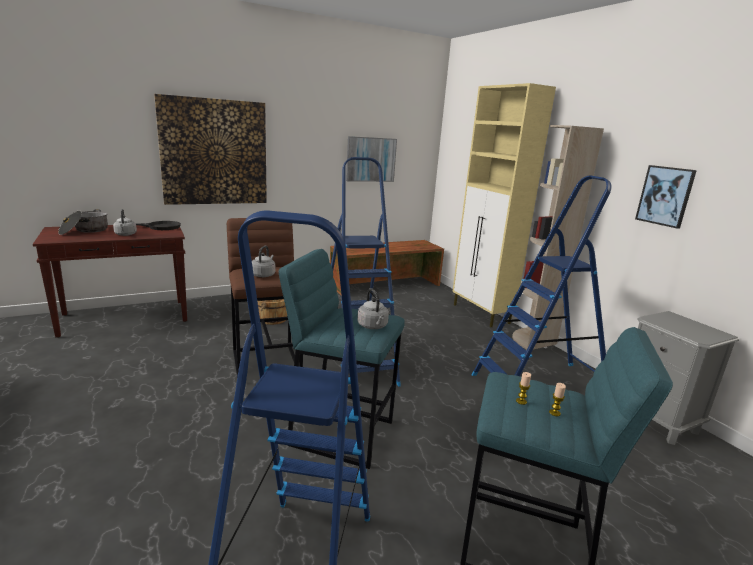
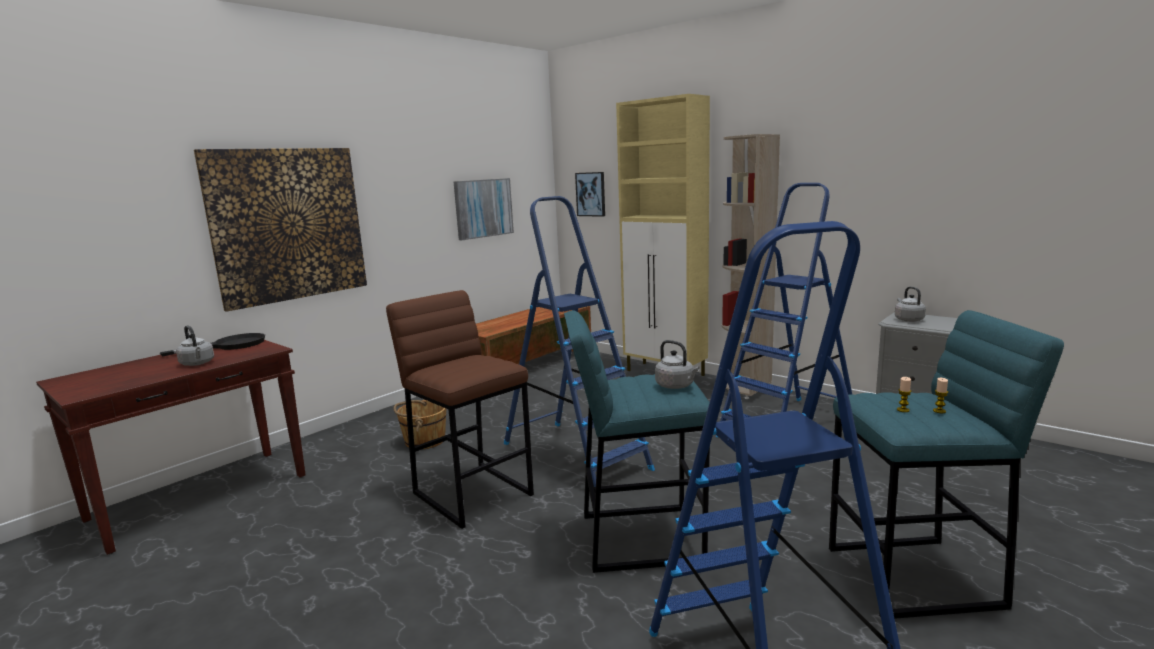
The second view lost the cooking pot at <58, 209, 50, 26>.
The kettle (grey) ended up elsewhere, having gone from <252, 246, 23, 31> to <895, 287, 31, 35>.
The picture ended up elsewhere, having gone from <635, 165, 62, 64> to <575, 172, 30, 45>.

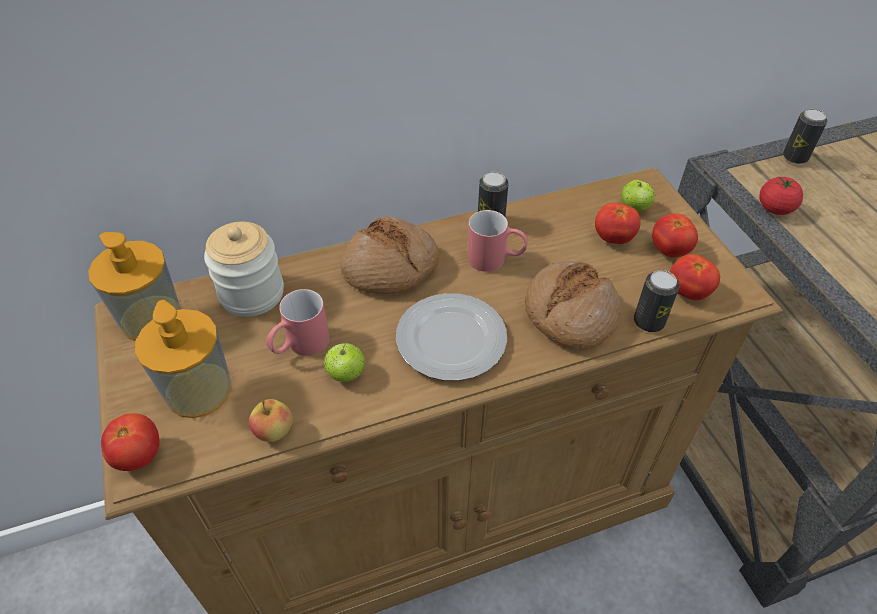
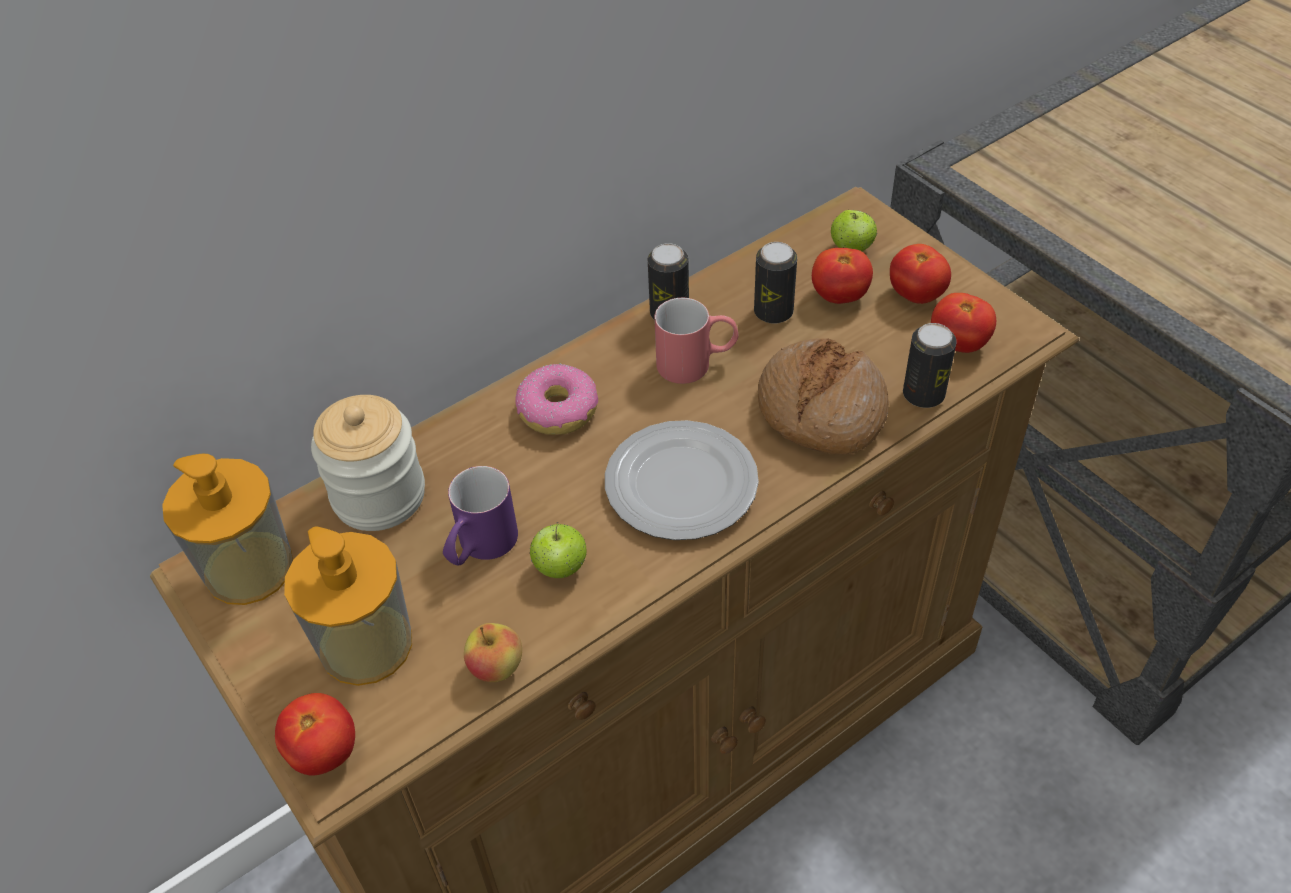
What was the mug (red) at <266, 289, 64, 67> turned into the mug (purple) at <443, 466, 75, 99>.
Where the bread stood at <340, 217, 99, 77>, the donut came to stand at <515, 364, 83, 71>.
The second view lost the tomato at <759, 176, 44, 39>.
The can ended up elsewhere, having gone from <783, 109, 45, 55> to <754, 242, 43, 82>.

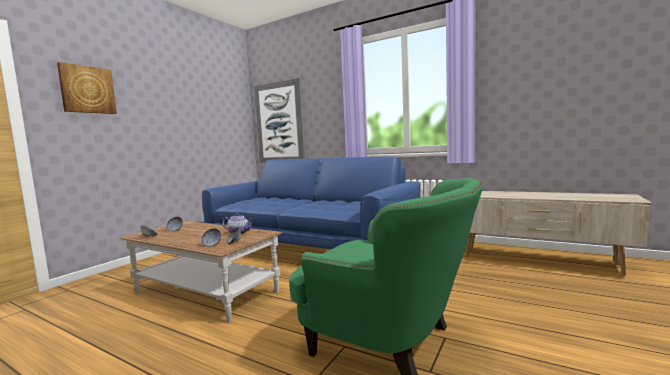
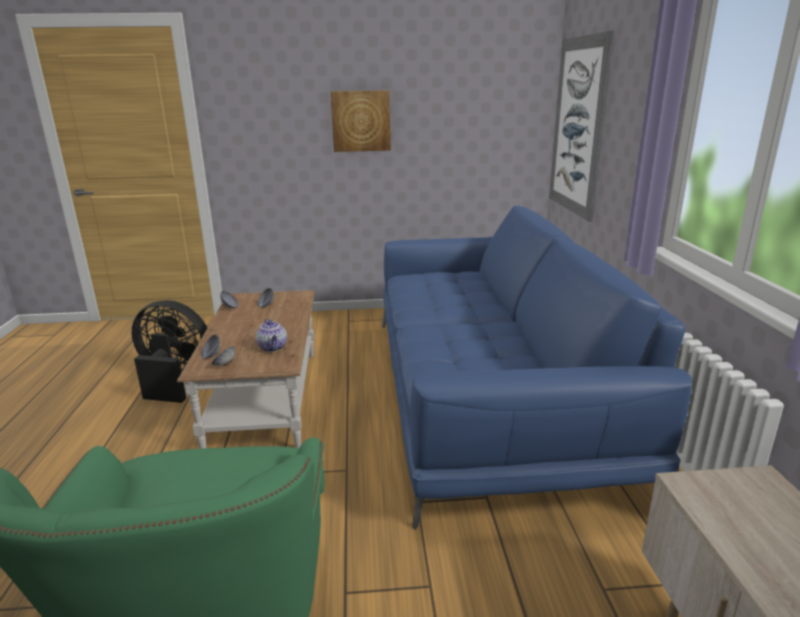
The picture ended up elsewhere, having gone from <57, 62, 60, 52> to <331, 90, 60, 62>.
The second view gained the fan (black) at <132, 300, 75, 103>.

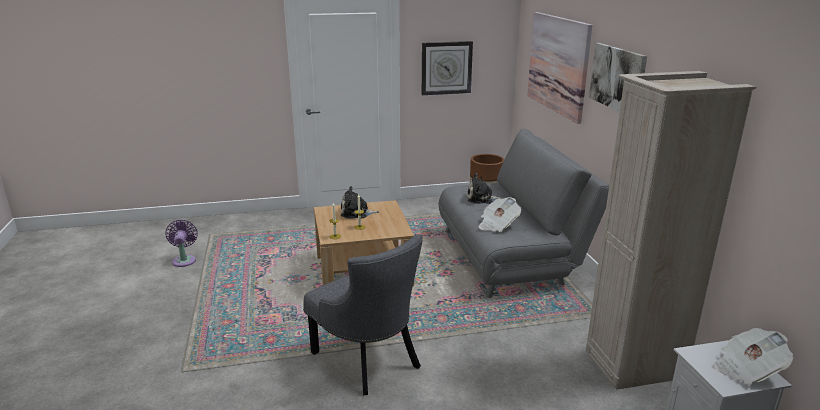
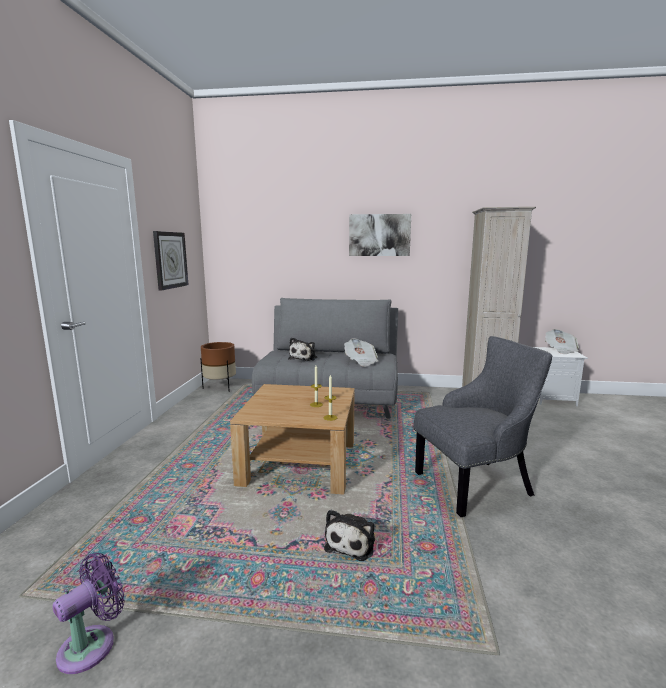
The fan (purple) at <165, 220, 33, 47> ended up facing another way, 120 degrees clockwise from before.
The plush toy ended up elsewhere, having gone from <341, 186, 38, 33> to <324, 510, 51, 51>.
The second view lost the picture at <527, 12, 66, 112>.

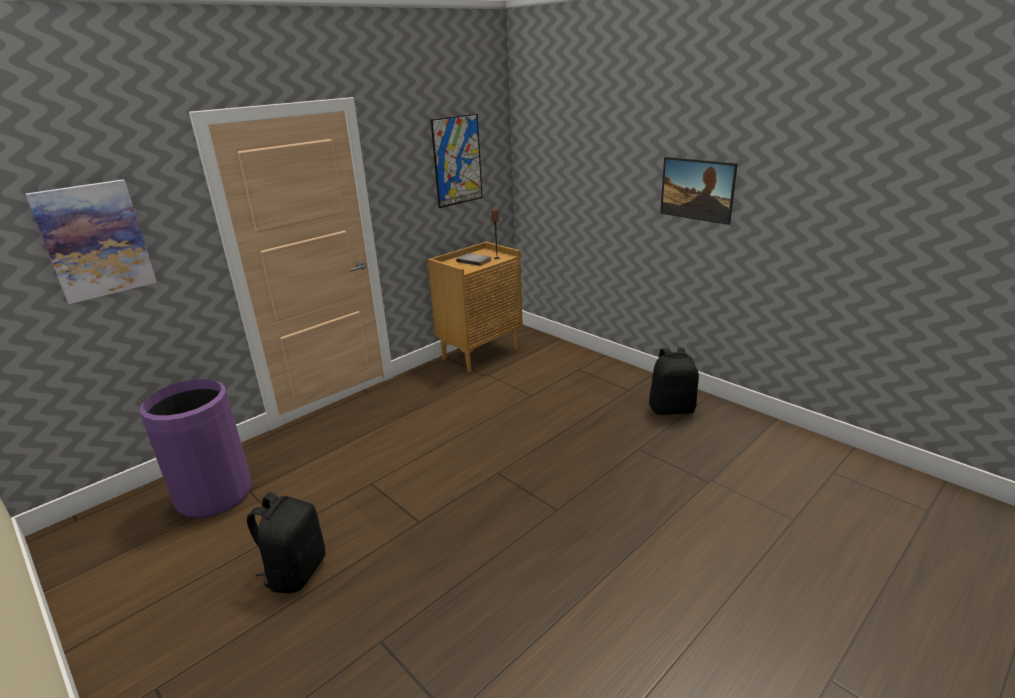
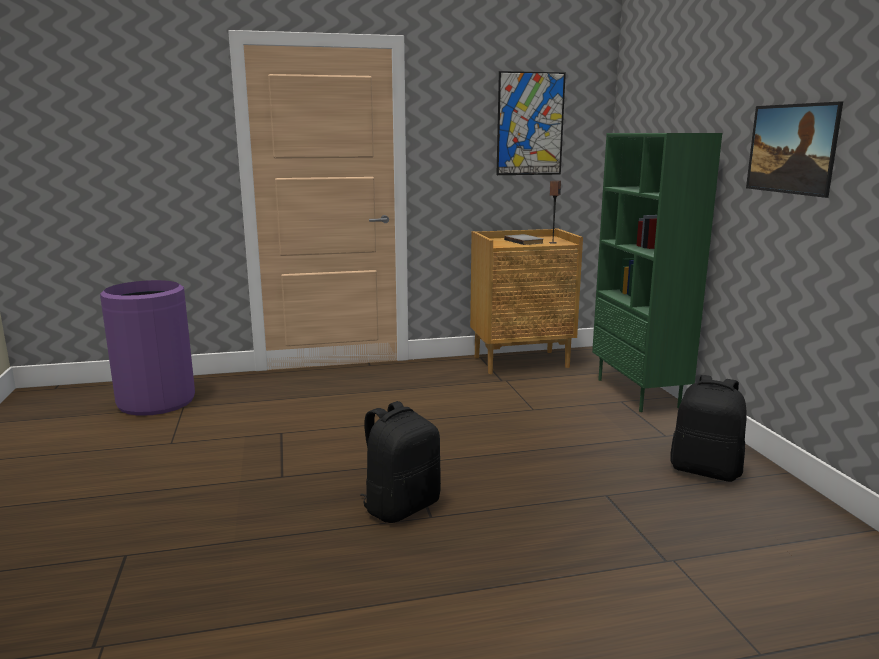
The second view lost the picture at <26, 179, 131, 125>.
The backpack (black) ended up elsewhere, having gone from <247, 492, 78, 101> to <360, 401, 81, 122>.
The second view gained the bookcase (green) at <592, 133, 130, 279>.

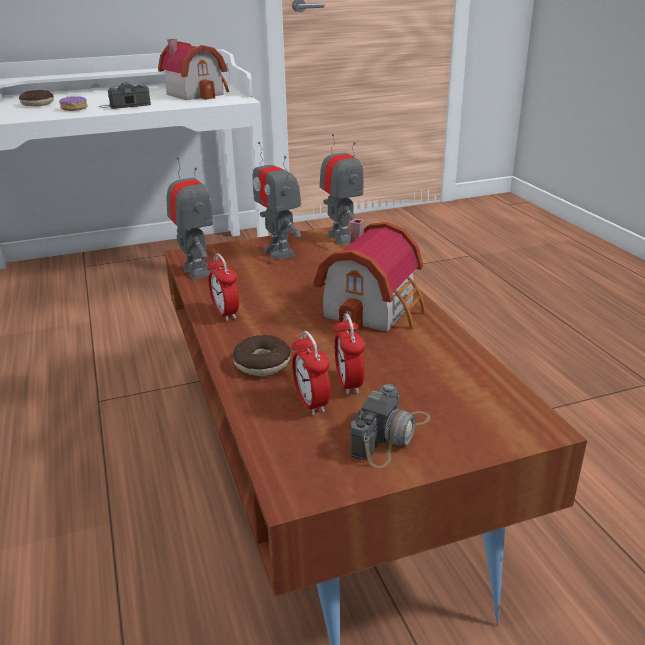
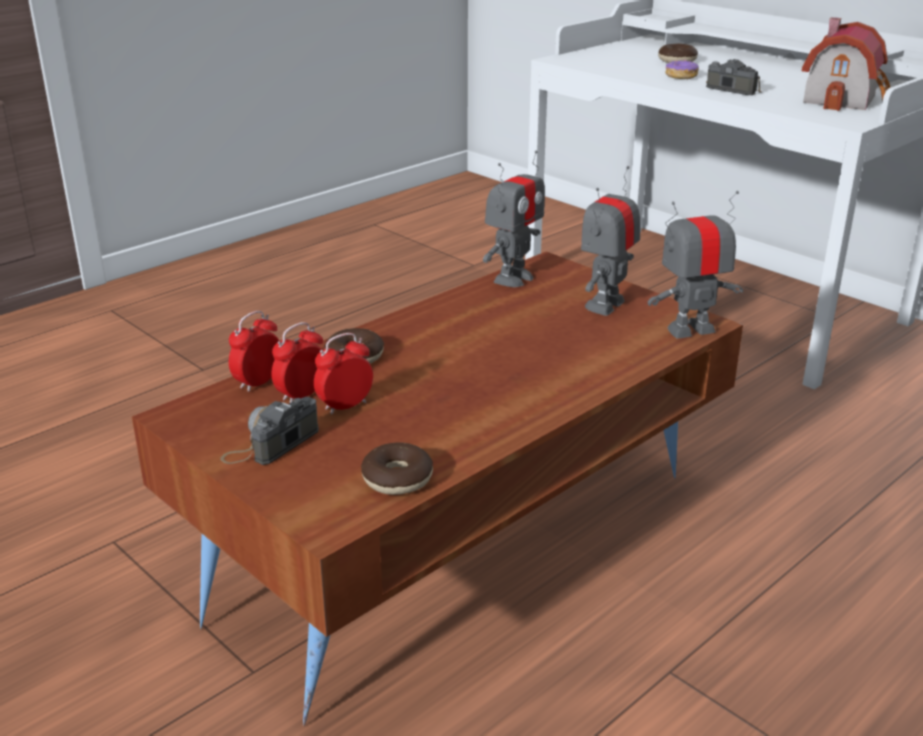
The alarm clock ended up elsewhere, having gone from <207, 253, 32, 68> to <229, 311, 50, 81>.
The second view lost the toy house at <313, 219, 114, 114>.
The toy robot at <320, 134, 44, 111> ended up facing another way, 150 degrees counterclockwise from before.
The photo camera at <350, 384, 80, 84> ended up facing another way, 120 degrees clockwise from before.
The second view gained the donut at <361, 442, 72, 53>.

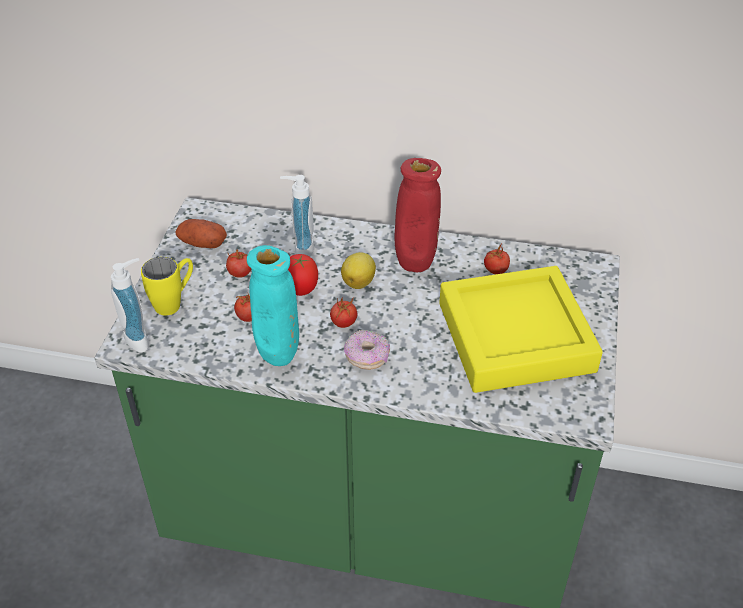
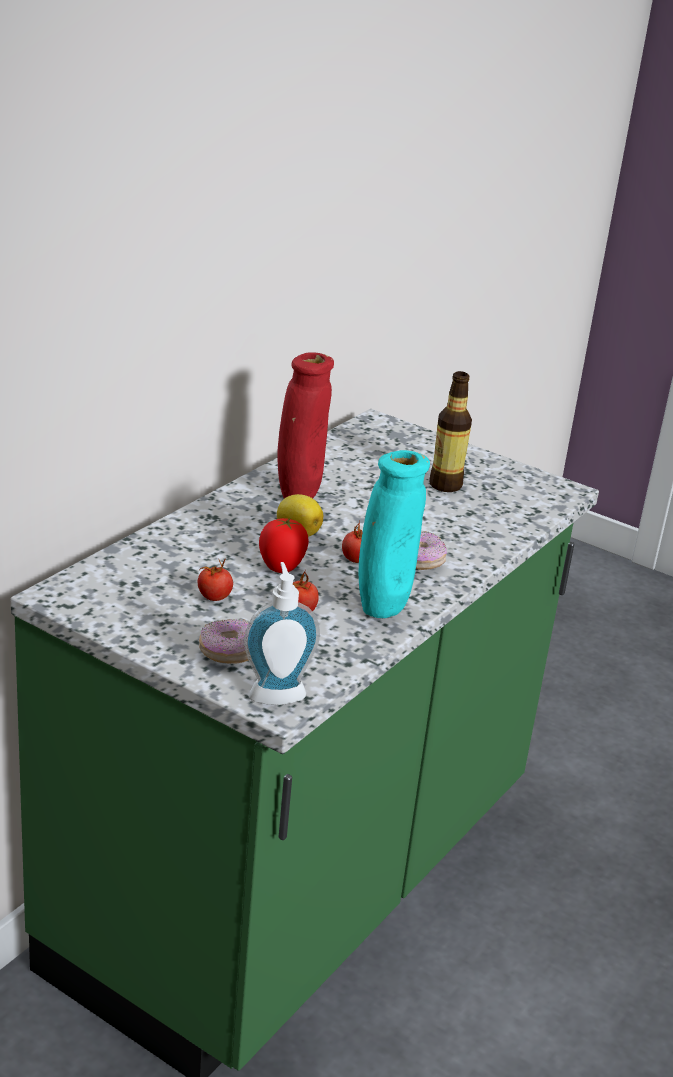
Where the mug (yellow) stood at <141, 257, 52, 59>, the donut came to stand at <199, 619, 50, 45>.
The second view lost the potato at <175, 219, 52, 29>.
The second view lost the soap dispenser at <280, 175, 34, 82>.
Where the tray (yellow) stood at <439, 266, 164, 127>, the bottle came to stand at <429, 371, 43, 121>.
The second view lost the tomato at <484, 243, 26, 31>.

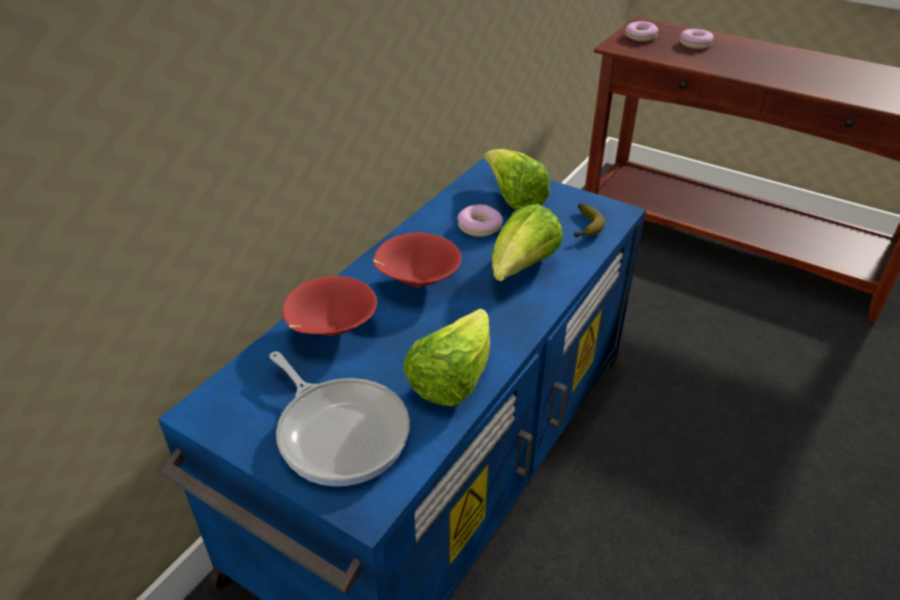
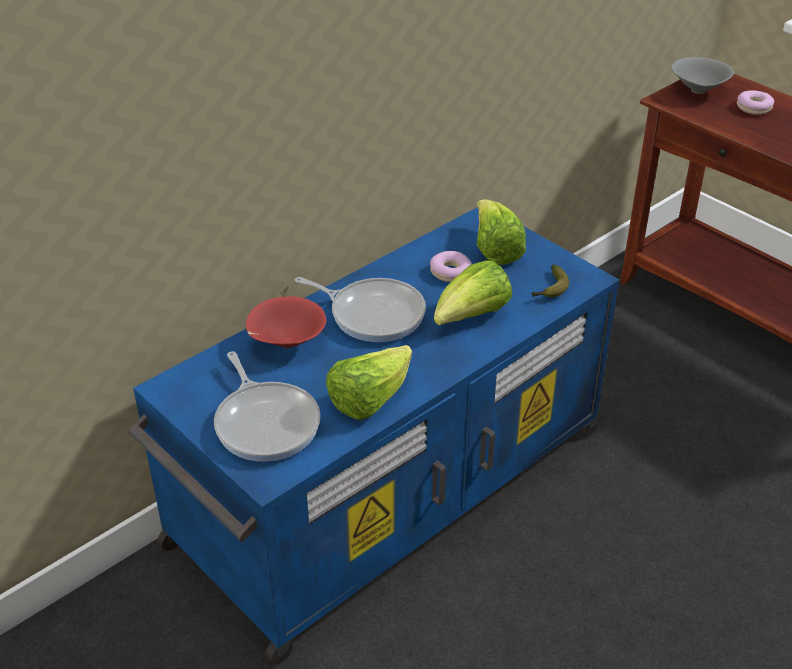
Where the bowl (red) stood at <373, 233, 88, 55>, the frying pan came to stand at <295, 277, 131, 65>.
Where the donut stood at <625, 21, 33, 21>, the bowl (grey) came to stand at <671, 57, 63, 37>.

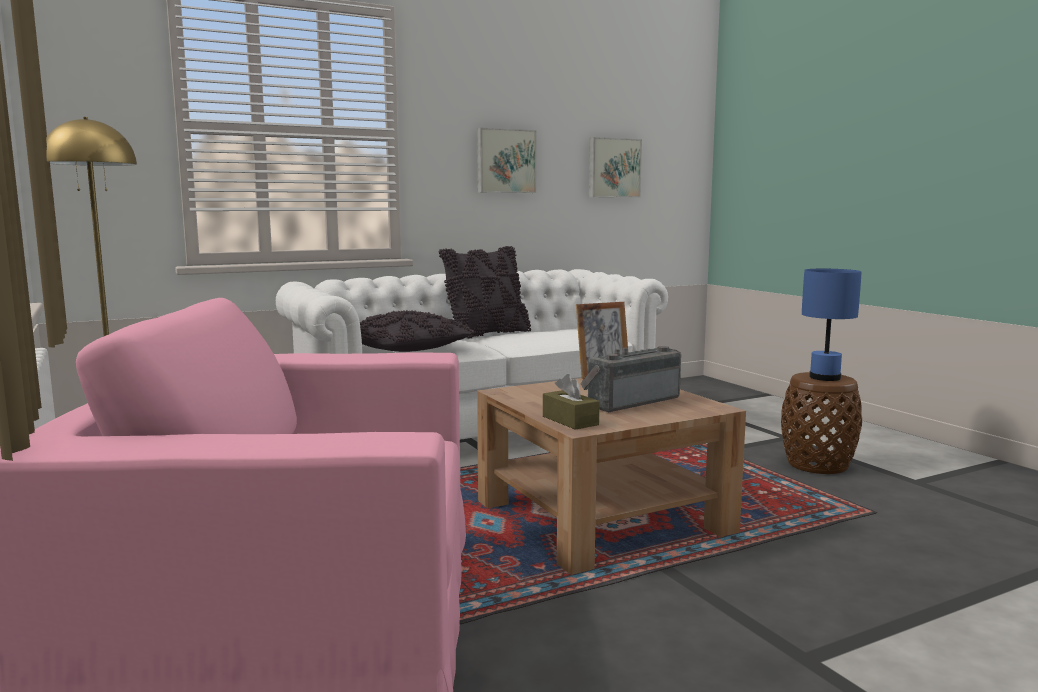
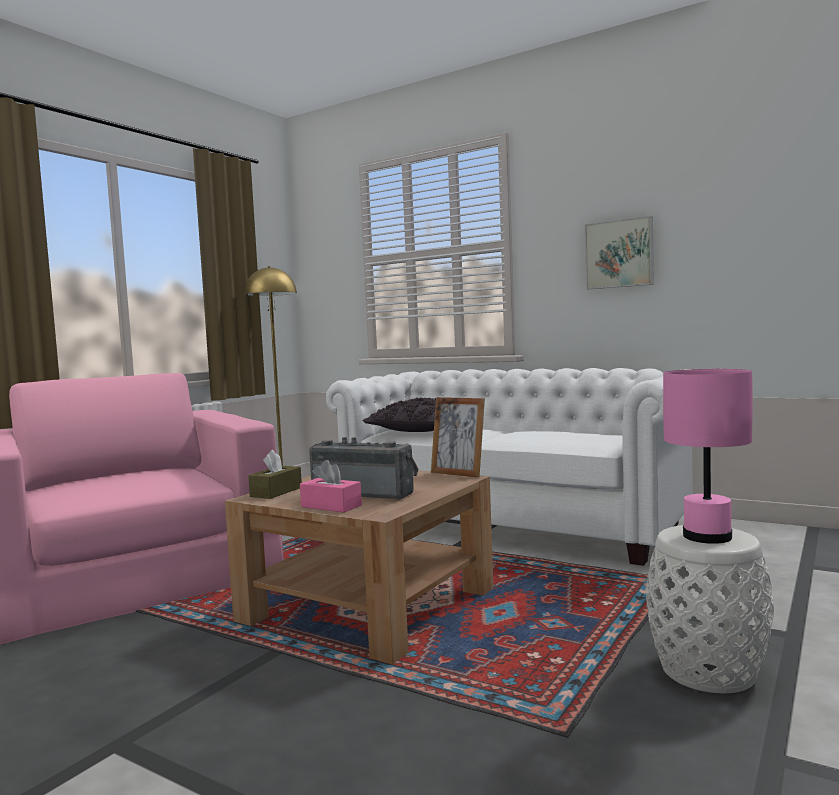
The second view lost the pillow (black) at <439, 246, 92, 94>.
The second view lost the picture at <589, 137, 53, 61>.
What was the stool (brown) at <781, 372, 81, 102> turned into the stool (white) at <646, 525, 128, 168>.
What was the table lamp (blue) at <802, 269, 59, 112> turned into the table lamp (pink) at <663, 369, 89, 175>.
The second view gained the tissue box (pink) at <300, 460, 62, 52>.

